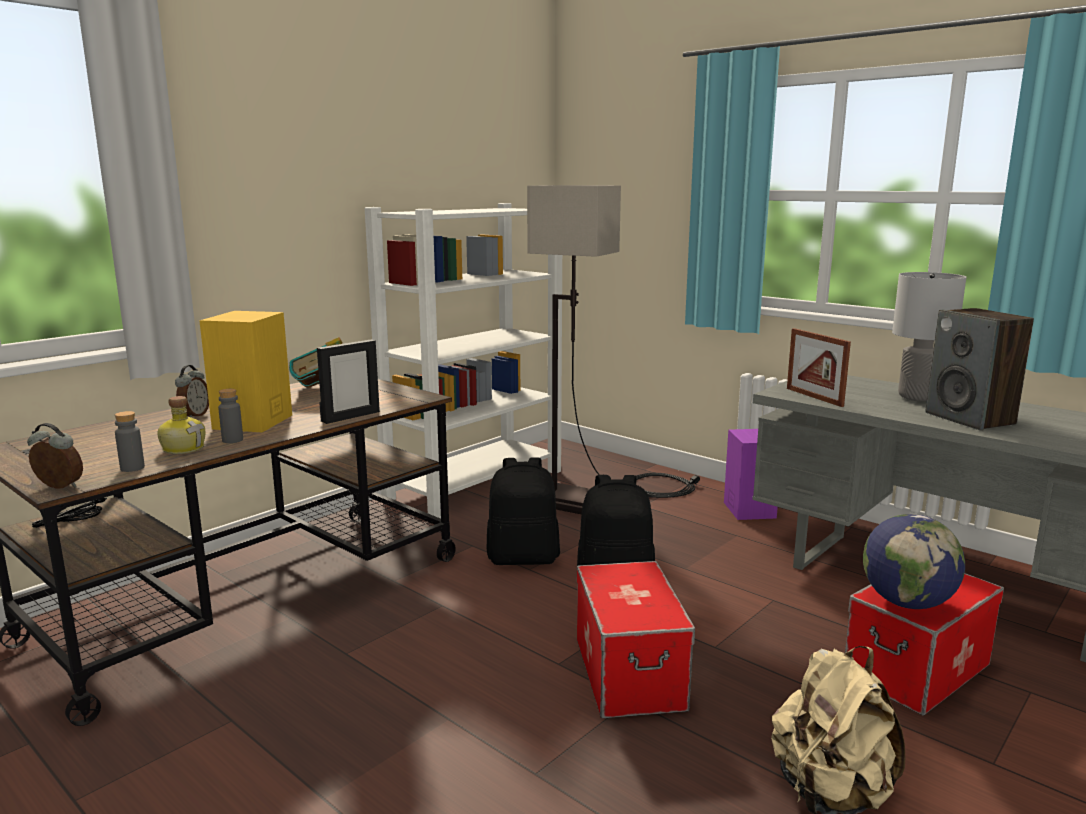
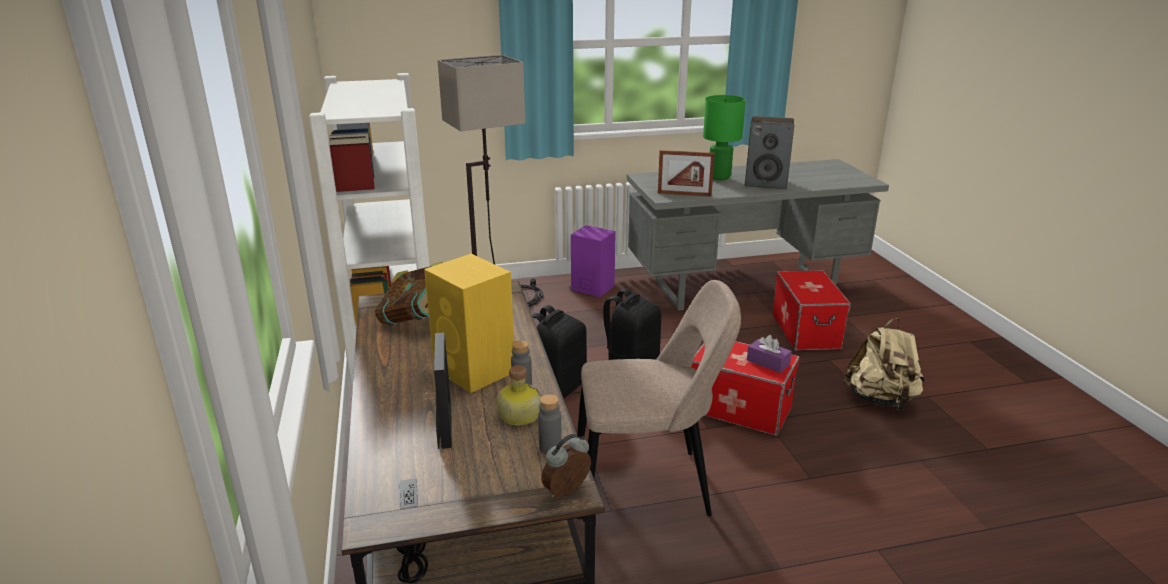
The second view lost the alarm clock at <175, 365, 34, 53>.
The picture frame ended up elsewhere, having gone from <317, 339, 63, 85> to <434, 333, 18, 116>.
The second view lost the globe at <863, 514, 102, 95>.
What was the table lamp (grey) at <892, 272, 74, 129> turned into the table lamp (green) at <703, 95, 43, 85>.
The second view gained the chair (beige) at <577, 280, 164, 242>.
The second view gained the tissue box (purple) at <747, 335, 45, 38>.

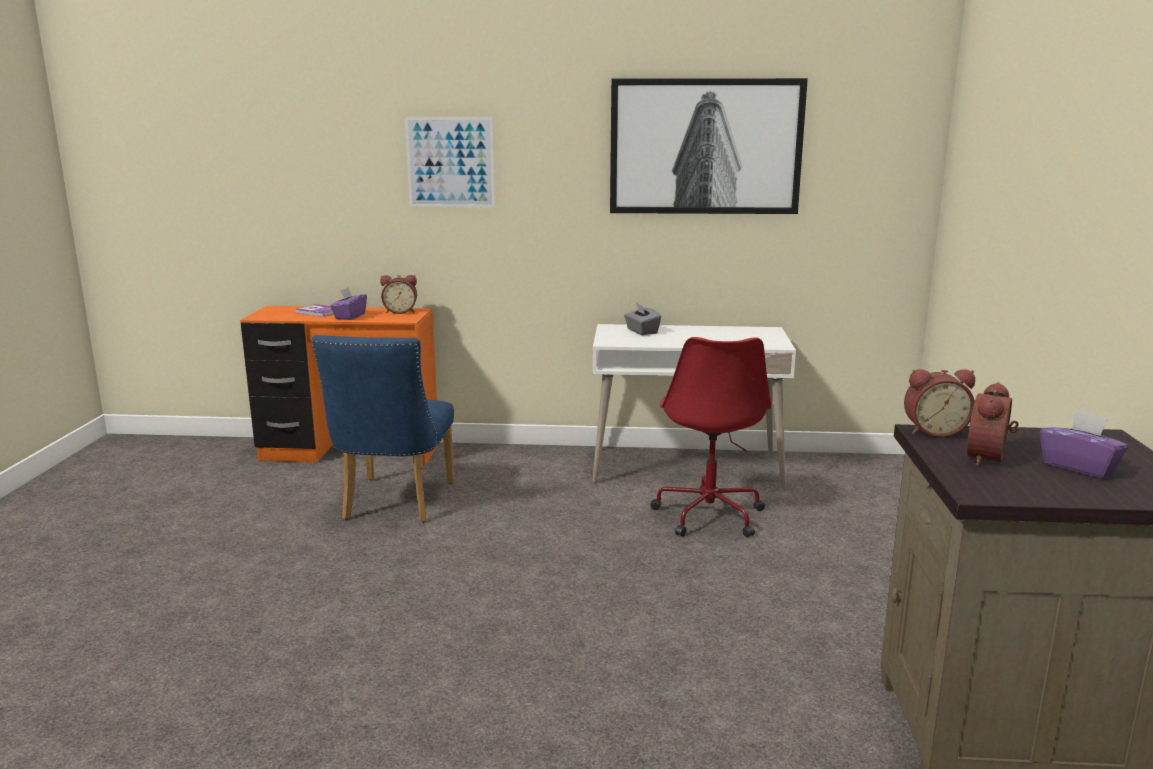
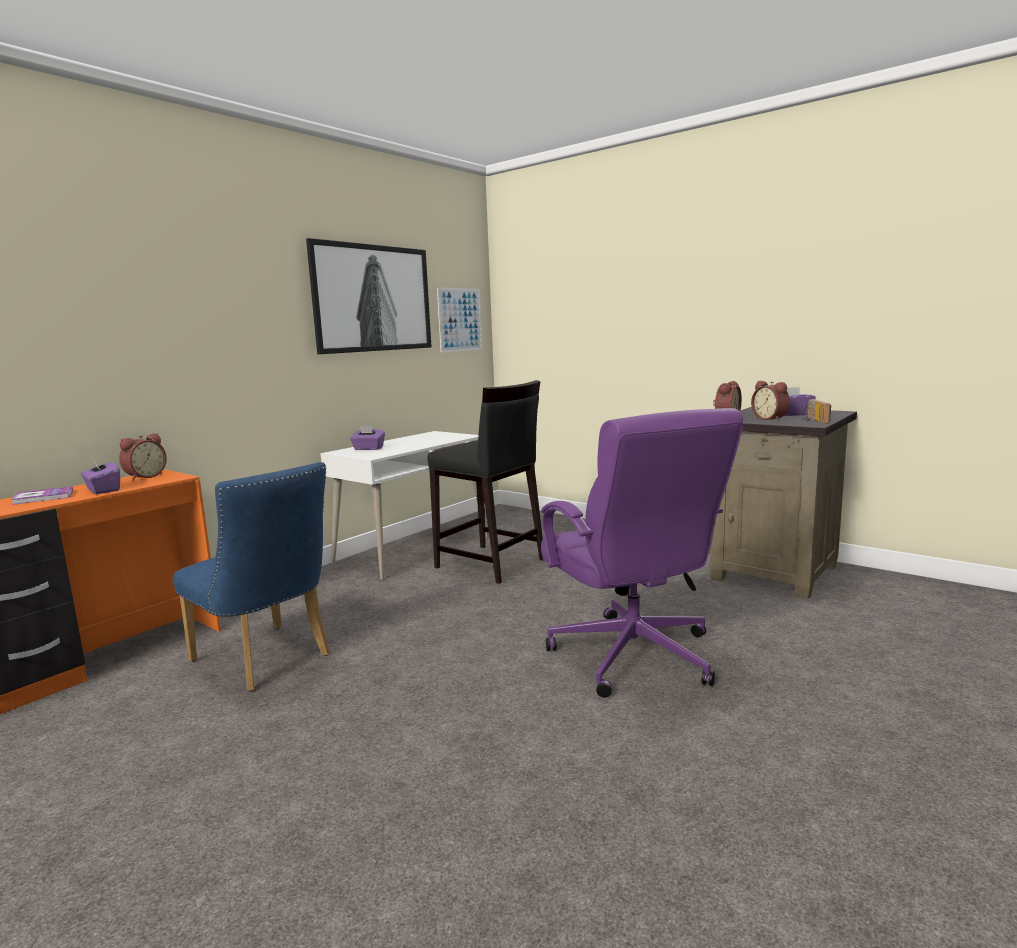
The picture ended up elsewhere, having gone from <405, 117, 90, 90> to <437, 287, 45, 66>.
What was the tissue box (grey) at <624, 303, 37, 32> turned into the tissue box (purple) at <350, 426, 35, 24>.
Where the office chair (red) stood at <650, 337, 121, 200>, the stool (black) came to stand at <428, 380, 115, 204>.
The second view gained the office chair (purple) at <541, 408, 202, 290>.
The second view gained the radio at <801, 399, 30, 25>.

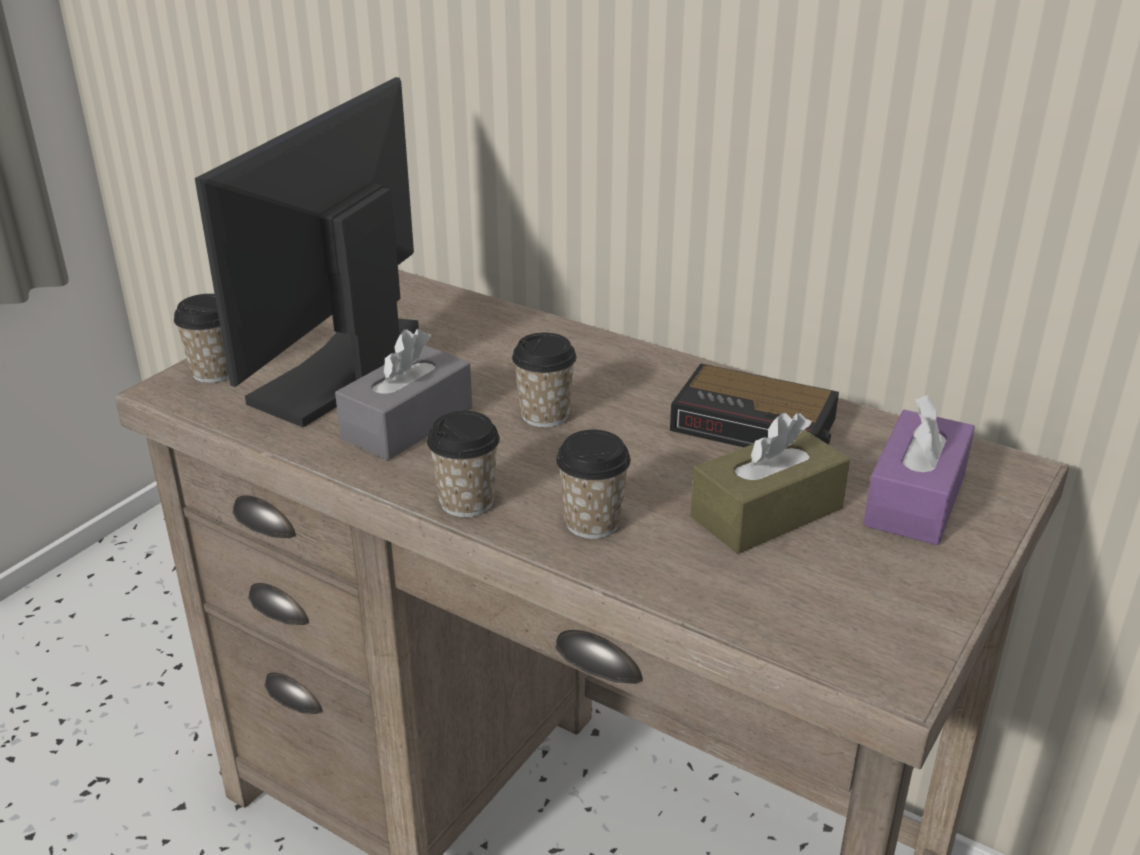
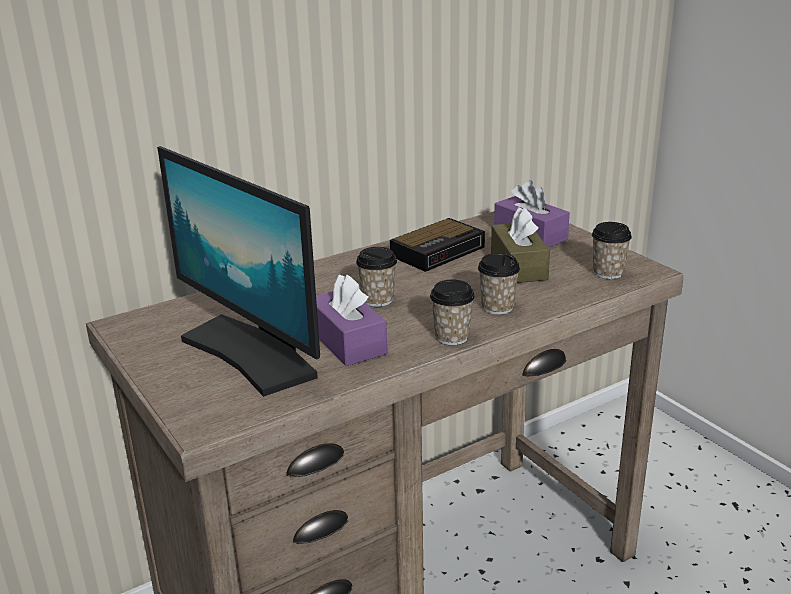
The cup ended up elsewhere, having gone from <174, 294, 55, 89> to <592, 222, 40, 57>.
What was the tissue box (grey) at <335, 329, 137, 132> turned into the tissue box (purple) at <316, 274, 71, 92>.

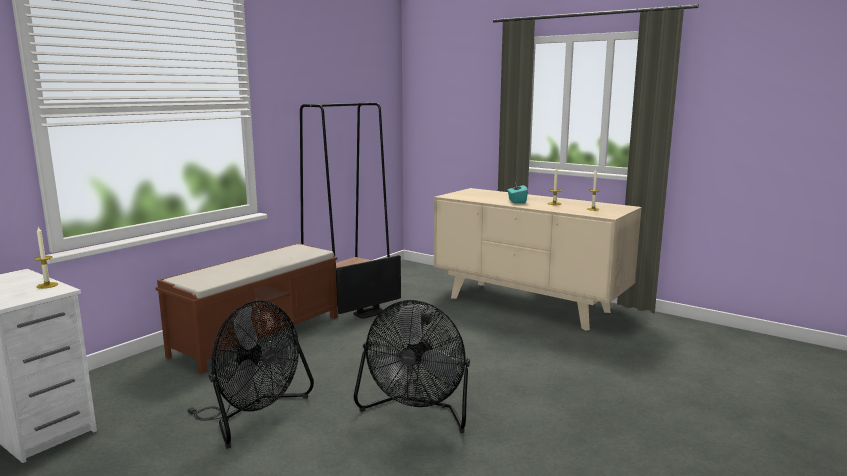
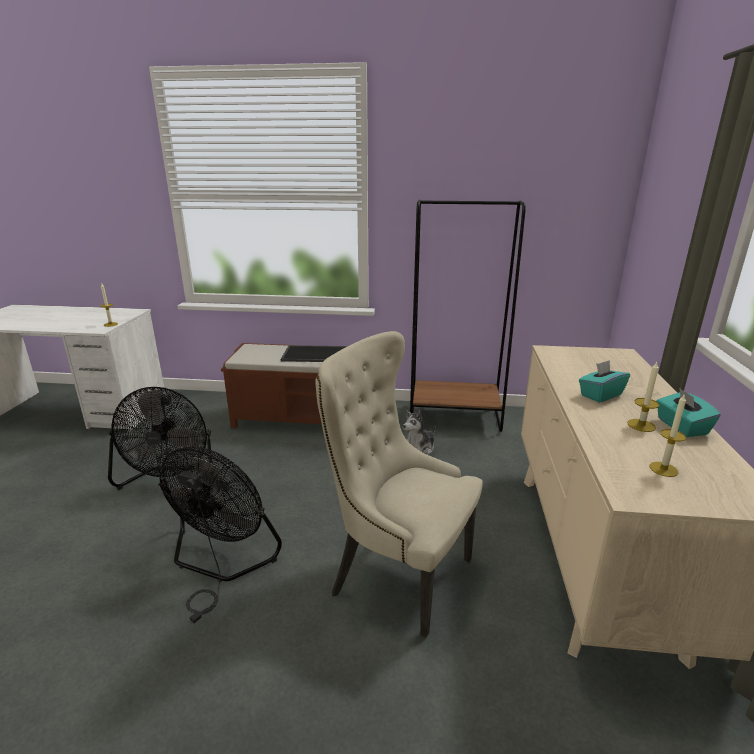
Where the monitor stood at <337, 255, 64, 64>, the plush toy came to stand at <403, 410, 32, 45>.
The fan (black) at <354, 300, 116, 133> ended up facing another way, 120 degrees clockwise from before.
The second view gained the tray at <281, 345, 67, 17>.
The second view gained the chair (beige) at <315, 331, 168, 307>.
The second view gained the tissue box (turquoise) at <656, 388, 65, 49>.

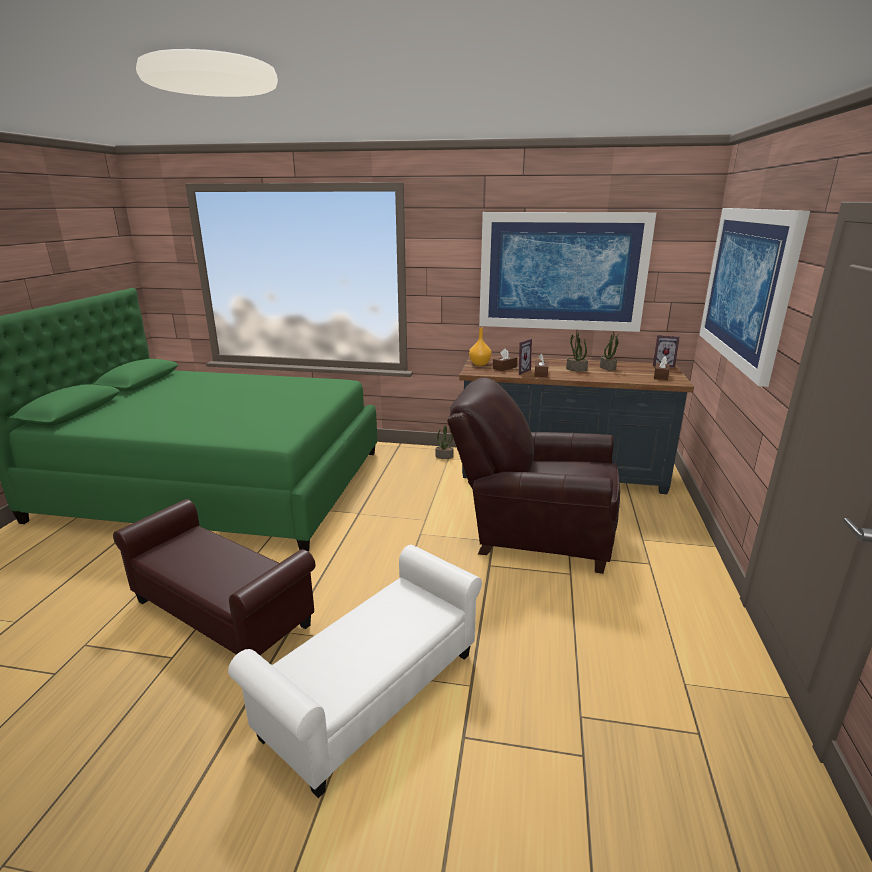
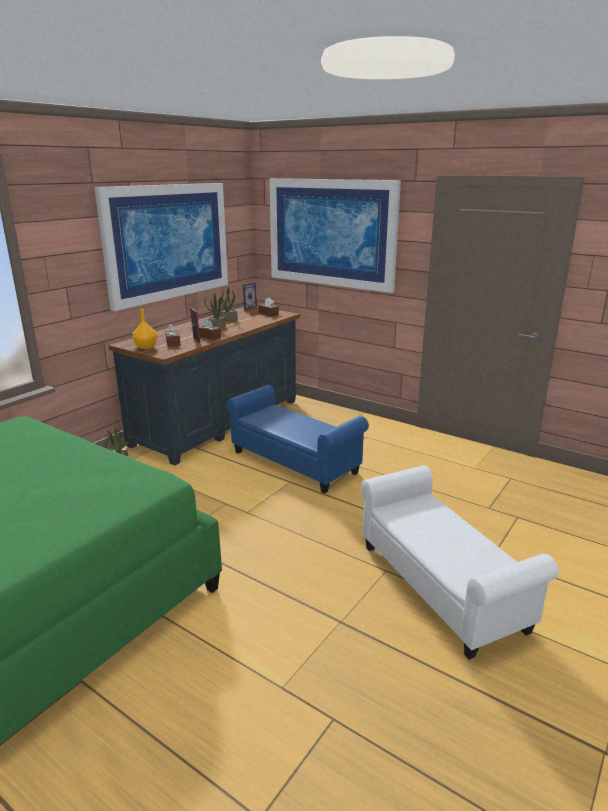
The second view lost the ottoman (brown) at <113, 499, 203, 156>.
Where the armchair (brown) stood at <447, 378, 173, 196>, the ottoman (blue) came to stand at <226, 385, 143, 108>.

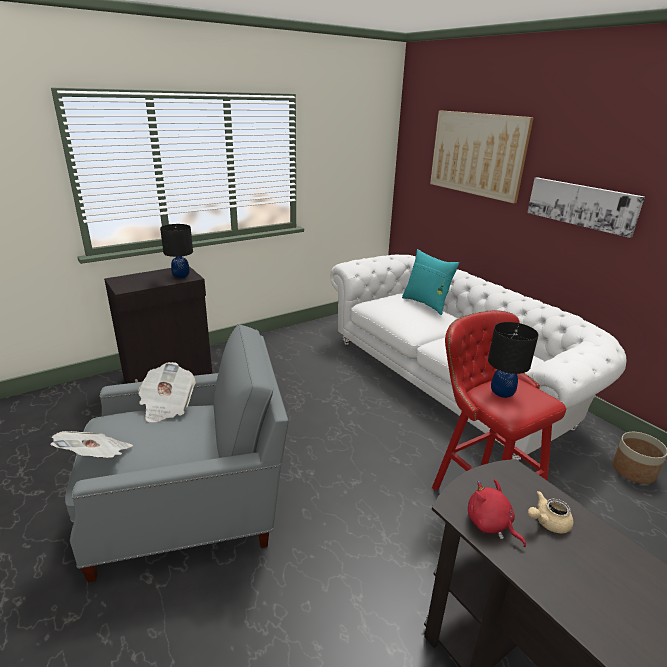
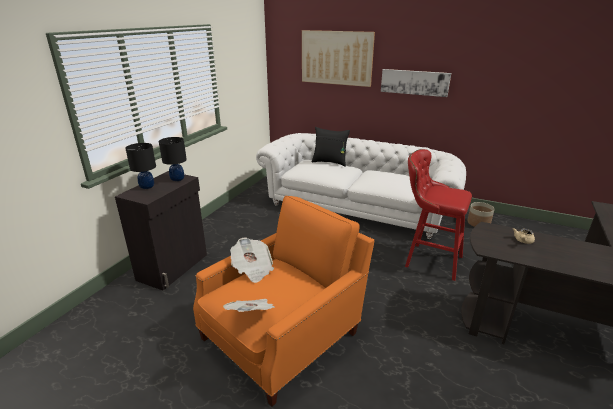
What was the armchair (grey) at <65, 324, 224, 259> turned into the armchair (orange) at <193, 196, 181, 211>.
What was the pillow (turquoise) at <402, 249, 57, 66> turned into the pillow (black) at <312, 127, 38, 40>.
The second view lost the plush toy (red) at <468, 479, 58, 68>.
The table lamp (black) ended up elsewhere, having gone from <488, 322, 50, 76> to <125, 143, 31, 46>.

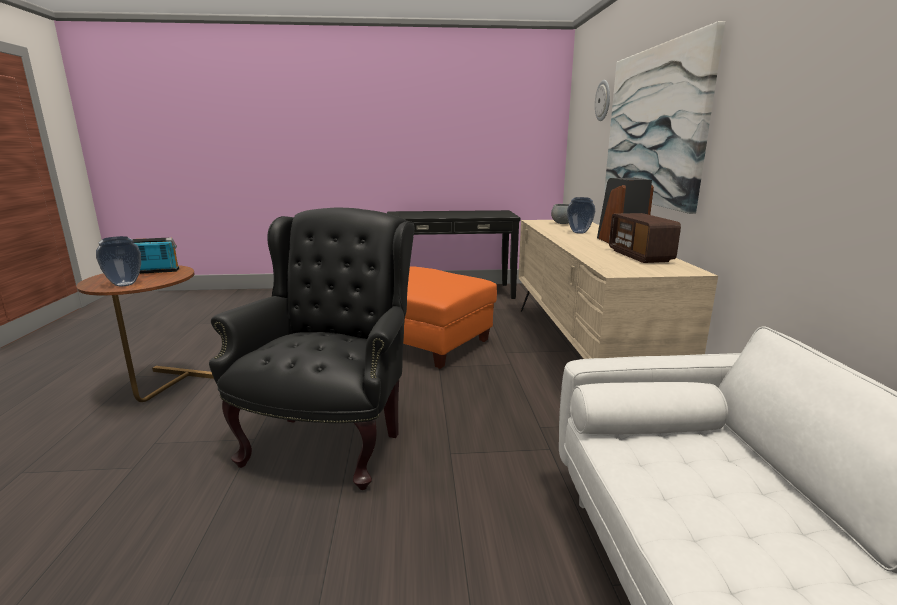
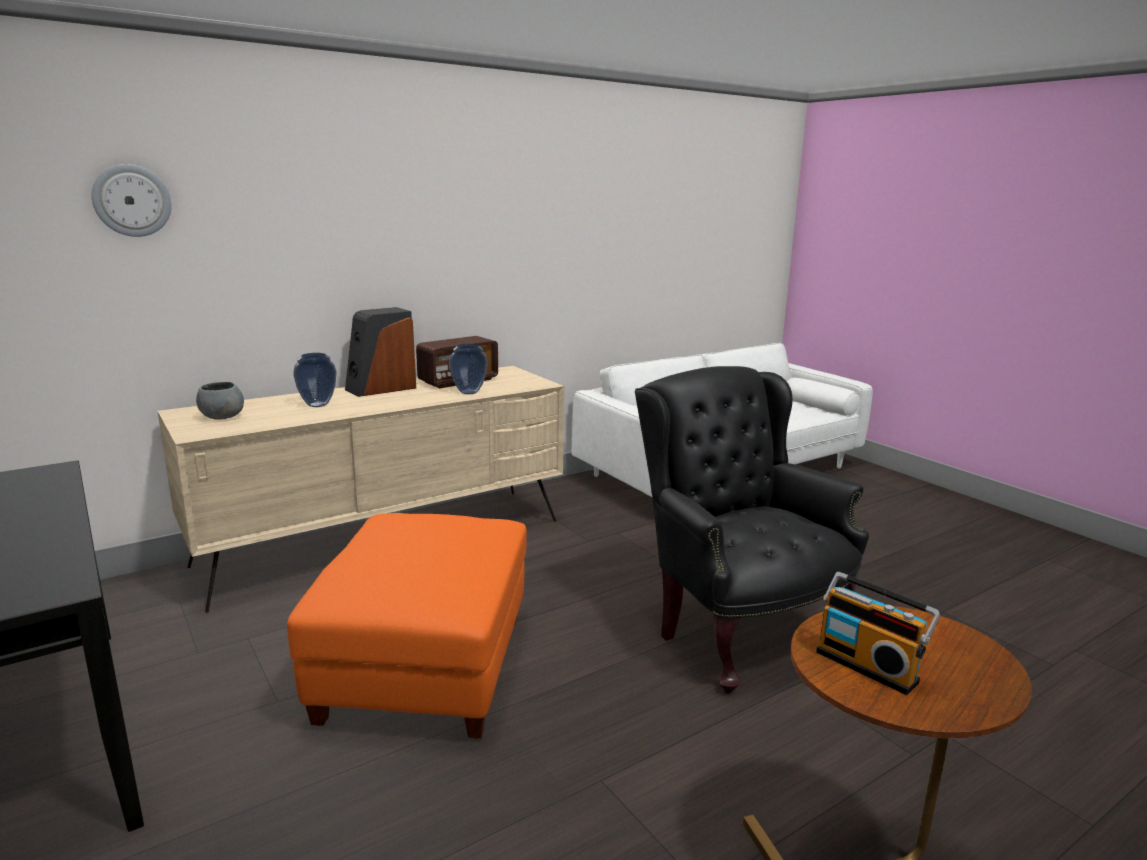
The vase ended up elsewhere, having gone from <96, 236, 45, 50> to <449, 344, 39, 50>.
The armchair (black) at <209, 207, 205, 283> ended up facing another way, 75 degrees clockwise from before.
The second view lost the picture at <604, 21, 121, 193>.

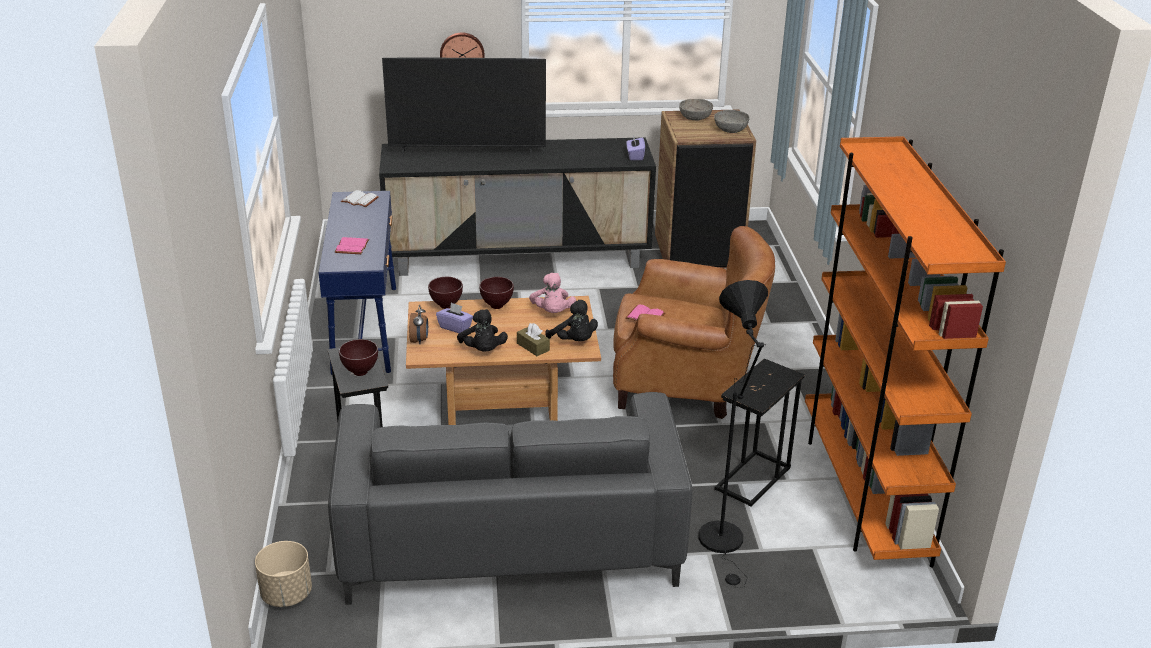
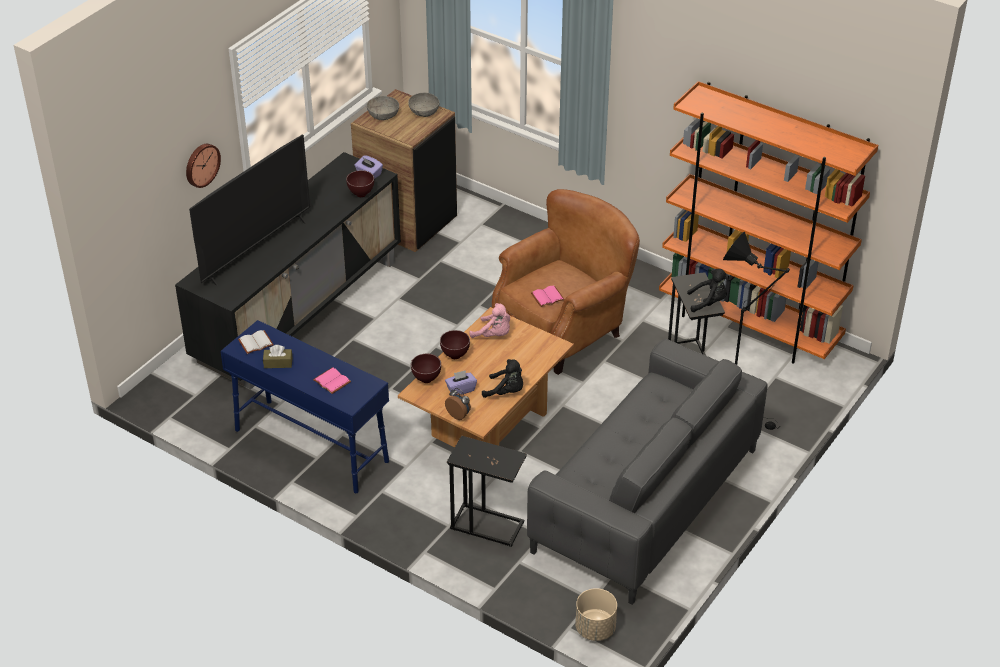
The bowl (brown) ended up elsewhere, having gone from <339, 339, 39, 37> to <346, 170, 28, 27>.
The tissue box (brown) ended up elsewhere, having gone from <517, 323, 33, 33> to <263, 345, 29, 23>.
The plush toy (black) ended up elsewhere, having gone from <545, 300, 53, 41> to <687, 269, 42, 43>.

